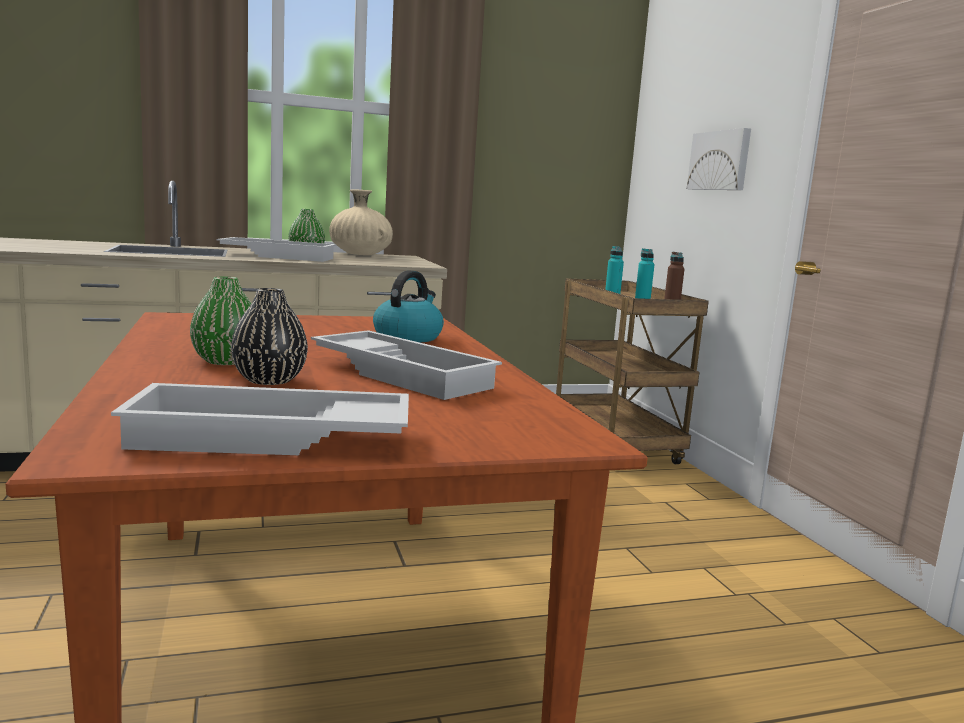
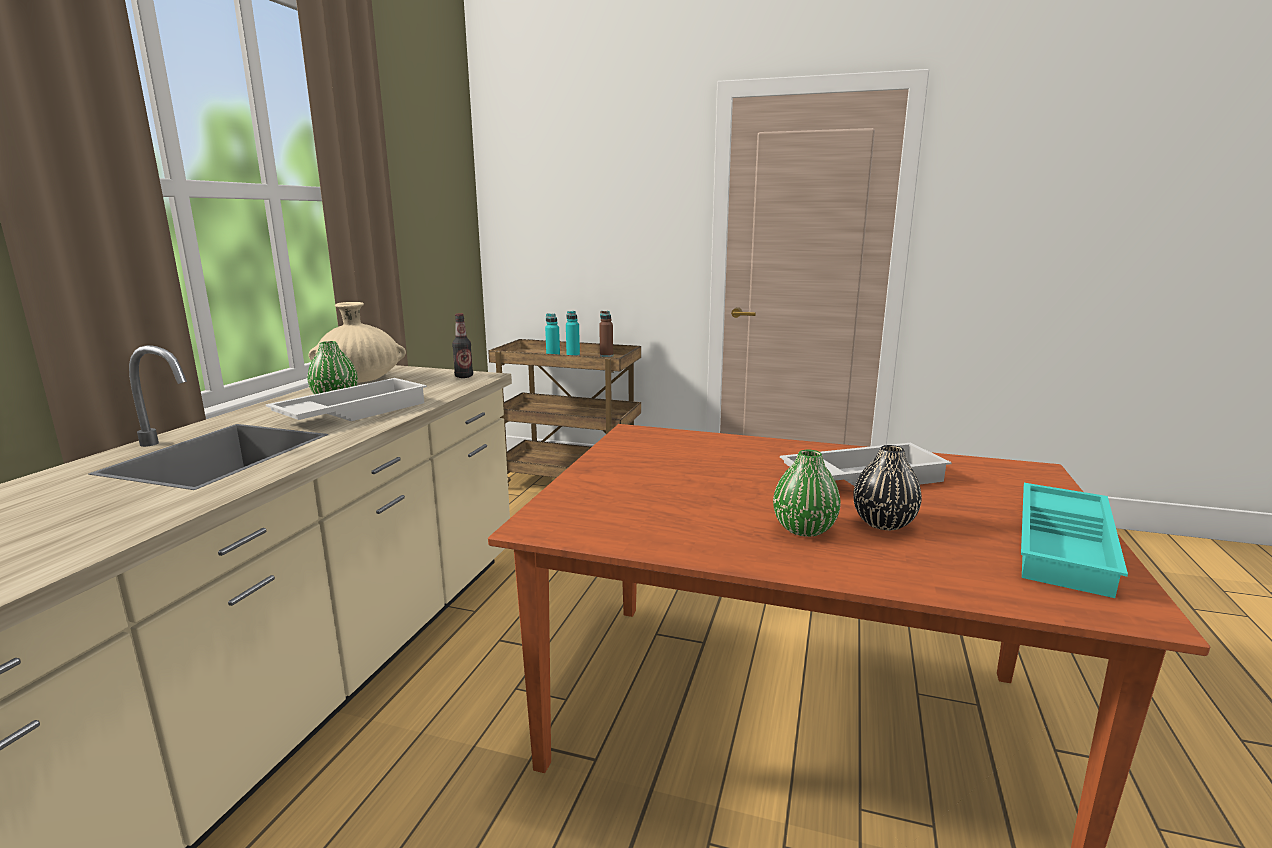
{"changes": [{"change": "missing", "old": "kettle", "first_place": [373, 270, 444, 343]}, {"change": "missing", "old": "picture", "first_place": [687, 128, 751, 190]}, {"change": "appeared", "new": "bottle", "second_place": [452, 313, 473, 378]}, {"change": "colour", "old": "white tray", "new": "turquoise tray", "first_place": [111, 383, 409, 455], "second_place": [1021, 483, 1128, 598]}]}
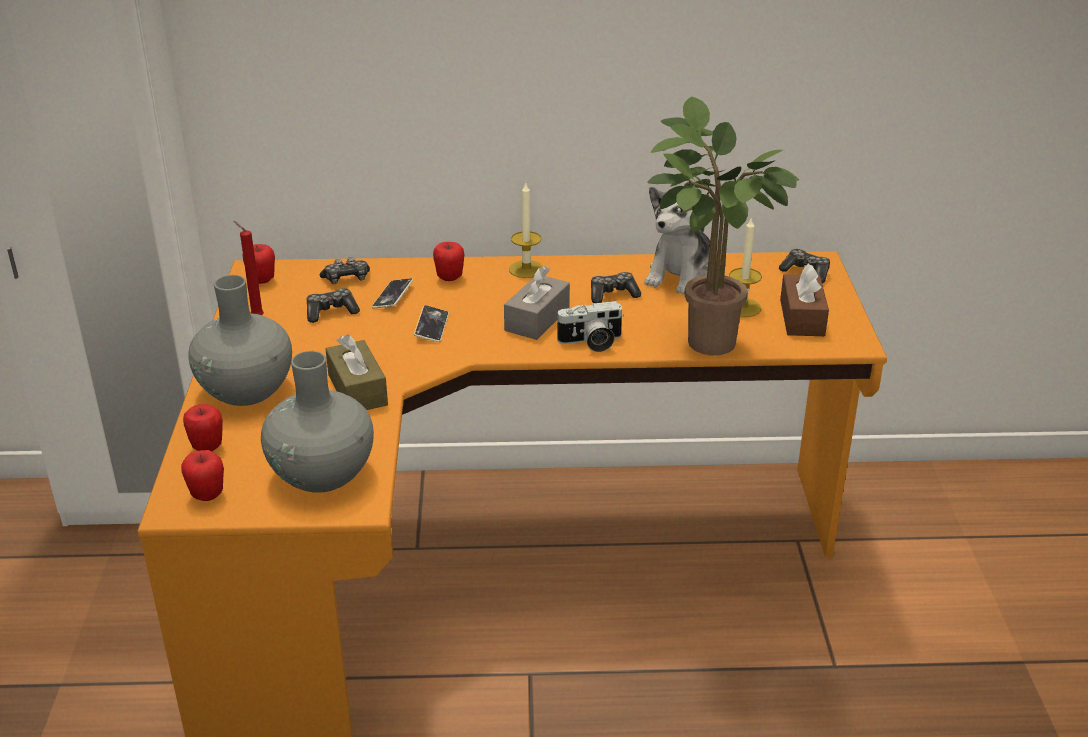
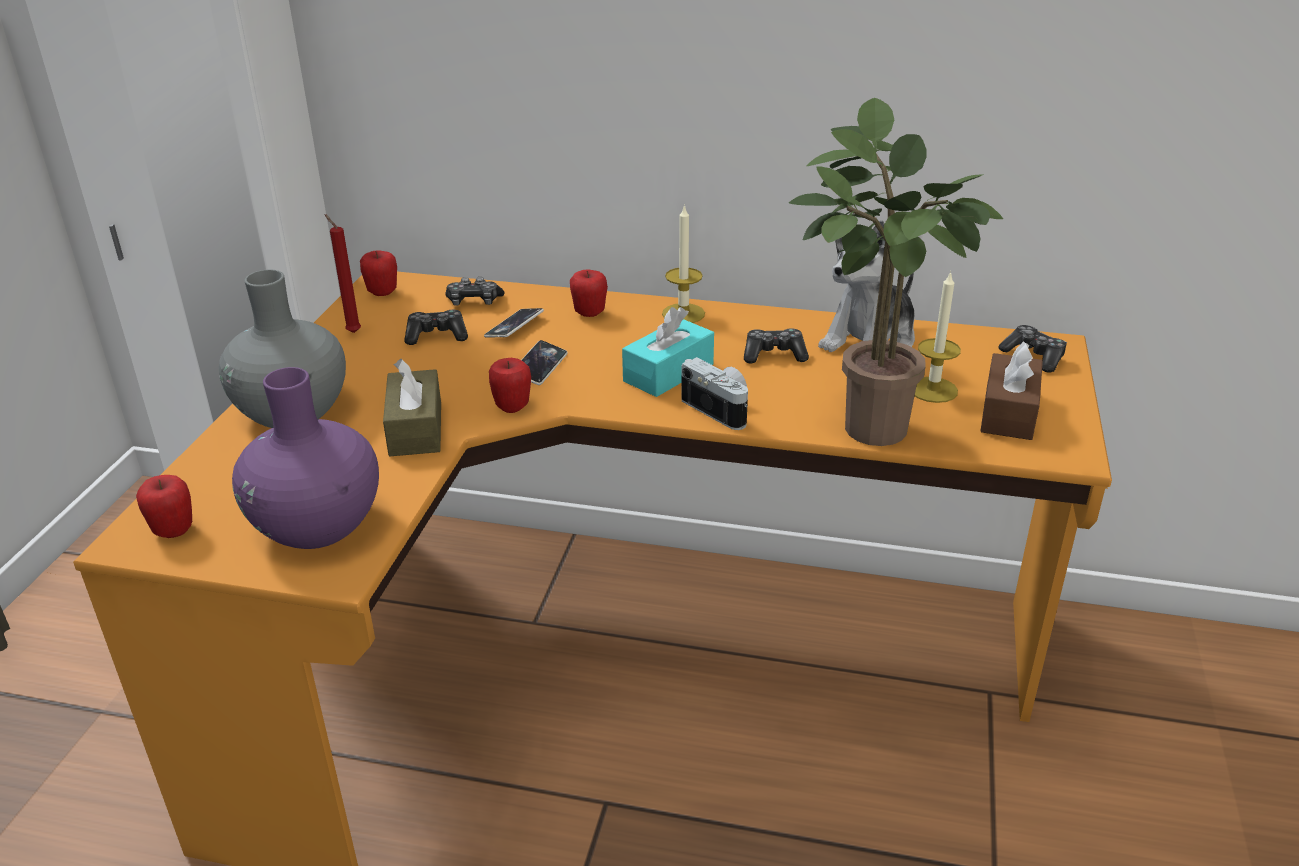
{"changes": [{"change": "relocated", "old": "apple", "first_place": [183, 404, 223, 451], "second_place": [489, 358, 531, 413]}, {"change": "colour", "old": "grey vase", "new": "purple vase", "first_place": [261, 351, 374, 493], "second_place": [232, 367, 379, 549]}, {"change": "colour", "old": "grey tissue box", "new": "turquoise tissue box", "first_place": [504, 266, 570, 340], "second_place": [622, 307, 714, 397]}, {"change": "spun", "old": "photo camera", "first_place": [555, 301, 624, 352], "second_place": [681, 357, 748, 430], "degrees": -135}]}
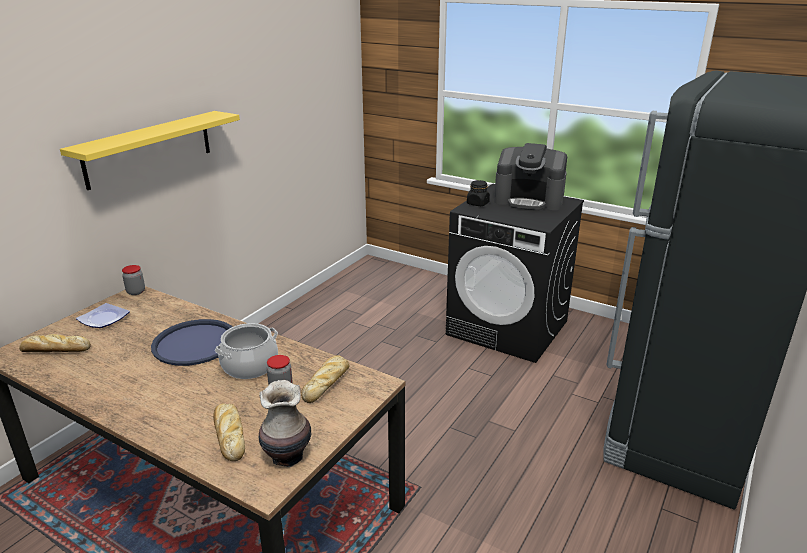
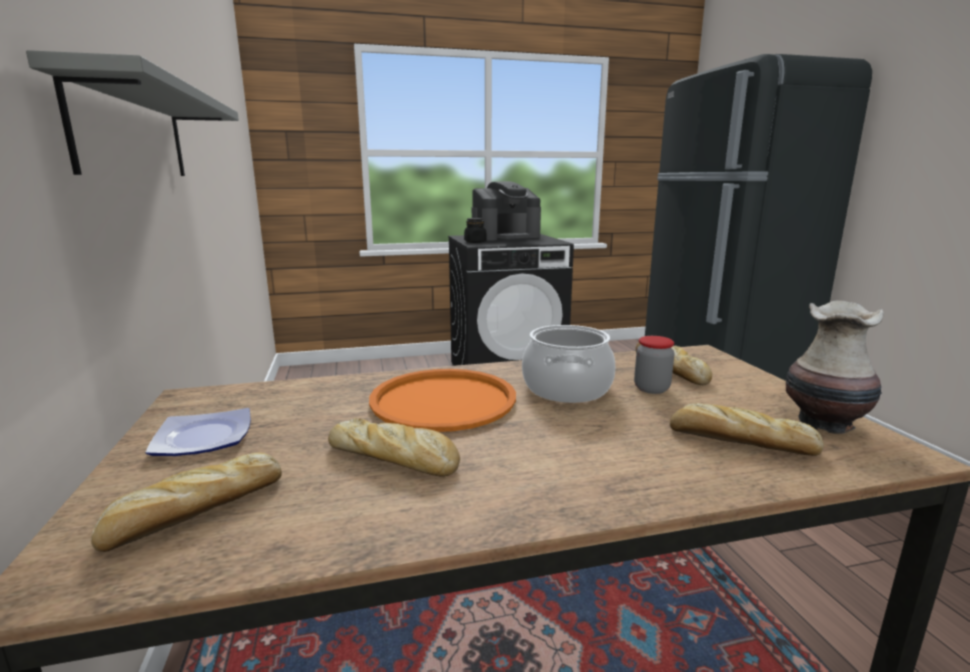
{"changes": [{"change": "missing", "old": "jar", "first_place": [122, 265, 145, 295]}, {"change": "appeared", "new": "bread", "second_place": [328, 418, 460, 476]}, {"change": "colour", "old": "yellow shelf", "new": "grey shelf", "first_place": [60, 111, 240, 190], "second_place": [26, 50, 239, 176]}, {"change": "colour", "old": "blue tray", "new": "orange tray", "first_place": [151, 319, 233, 366], "second_place": [369, 369, 516, 432]}]}
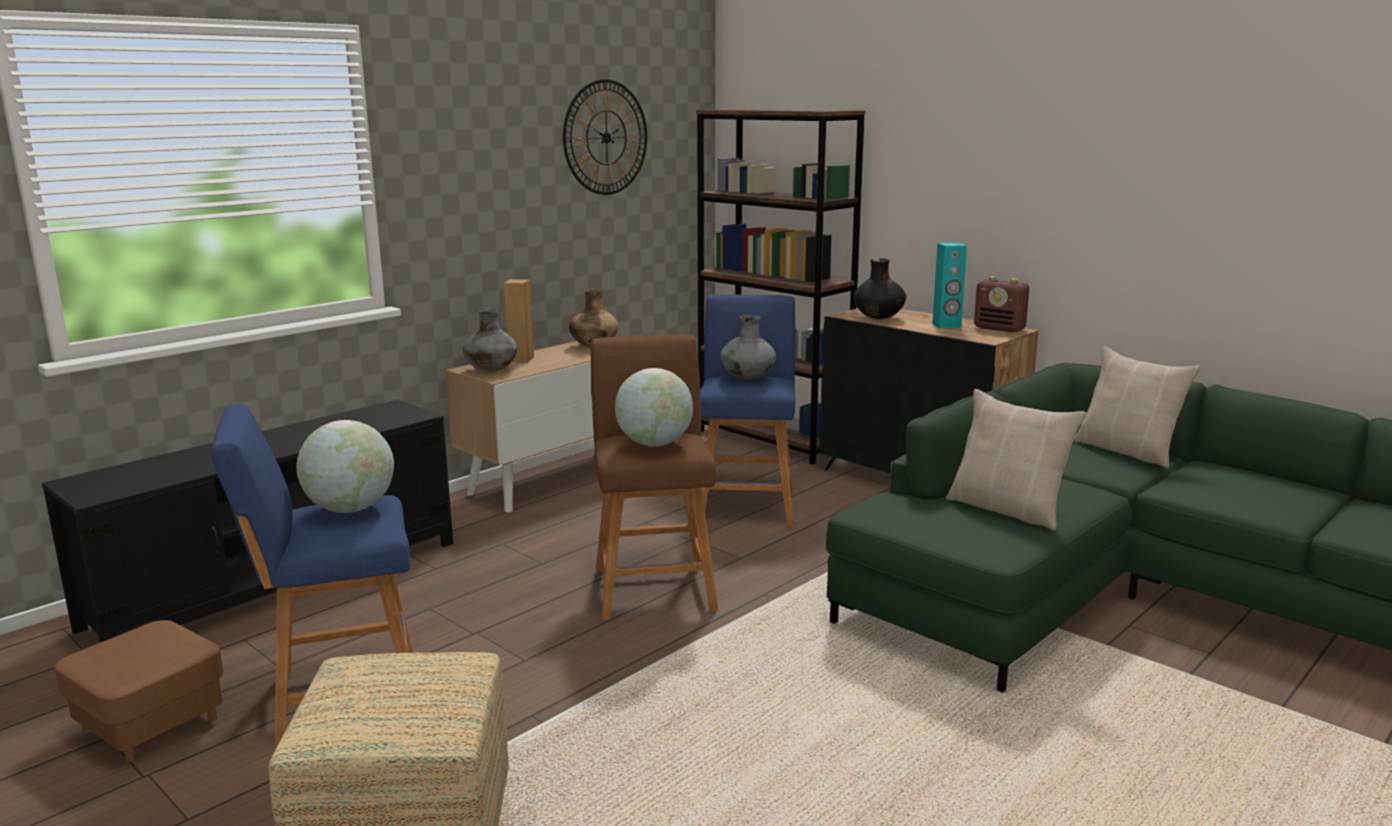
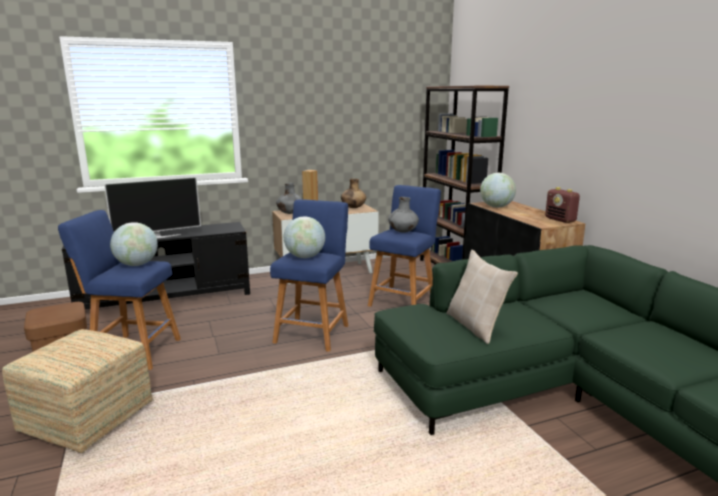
{"changes": [{"change": "missing", "old": "wall clock", "first_place": [563, 79, 647, 195]}, {"change": "missing", "old": "turquoise speaker", "first_place": [932, 243, 967, 328]}, {"change": "missing", "old": "beige pillow", "first_place": [1073, 347, 1201, 468]}, {"change": "appeared", "new": "television", "second_place": [104, 177, 201, 239]}, {"change": "exchanged", "old": "black vase", "new": "globe", "first_place": [854, 258, 906, 319], "second_place": [480, 173, 516, 208]}, {"change": "colour", "old": "brown stool", "new": "blue stool", "first_place": [590, 335, 718, 620], "second_place": [270, 199, 349, 352]}]}
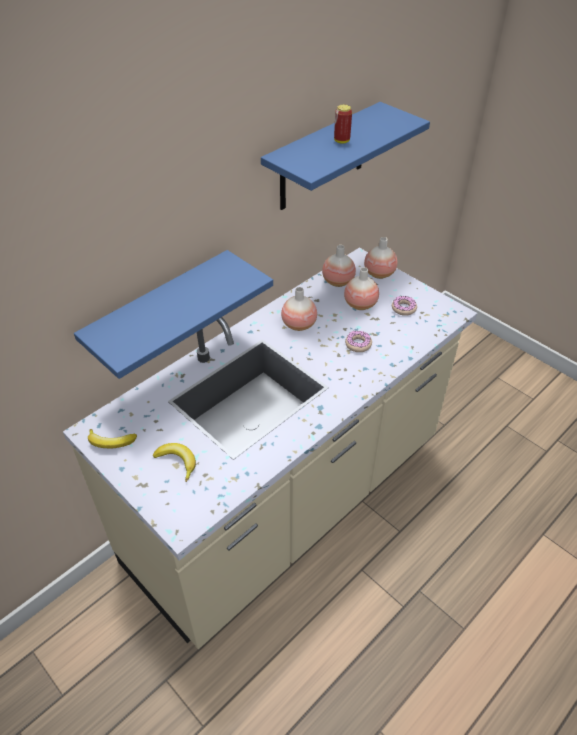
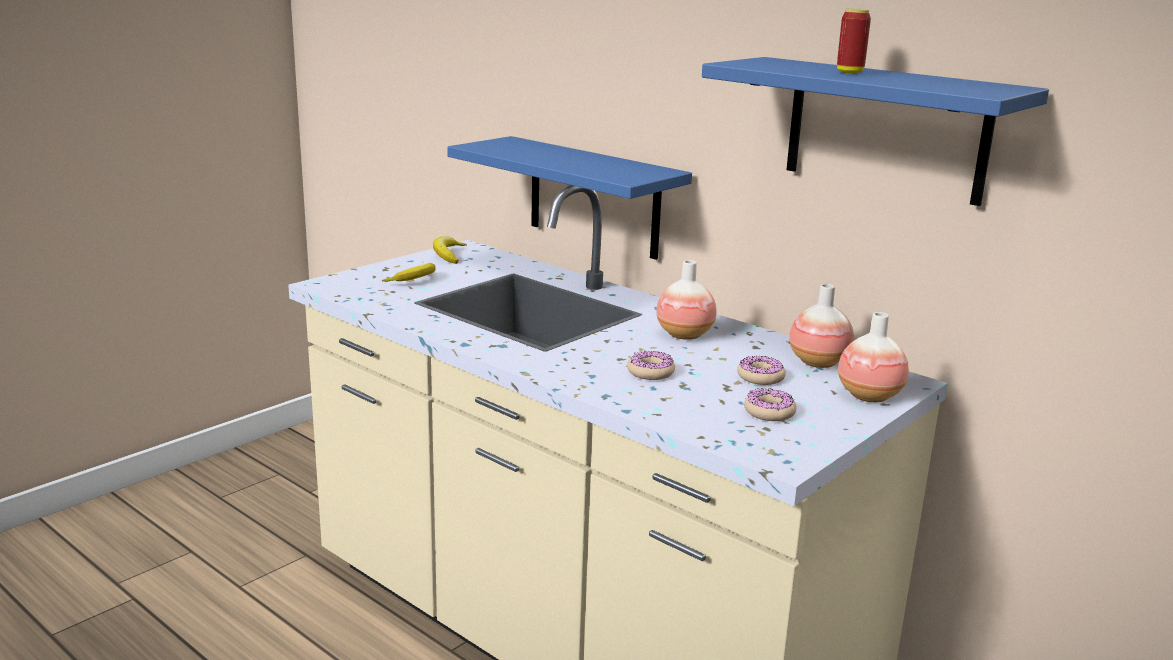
{"changes": [{"change": "exchanged", "old": "vase", "new": "donut", "first_place": [344, 267, 379, 310], "second_place": [737, 356, 786, 385]}]}
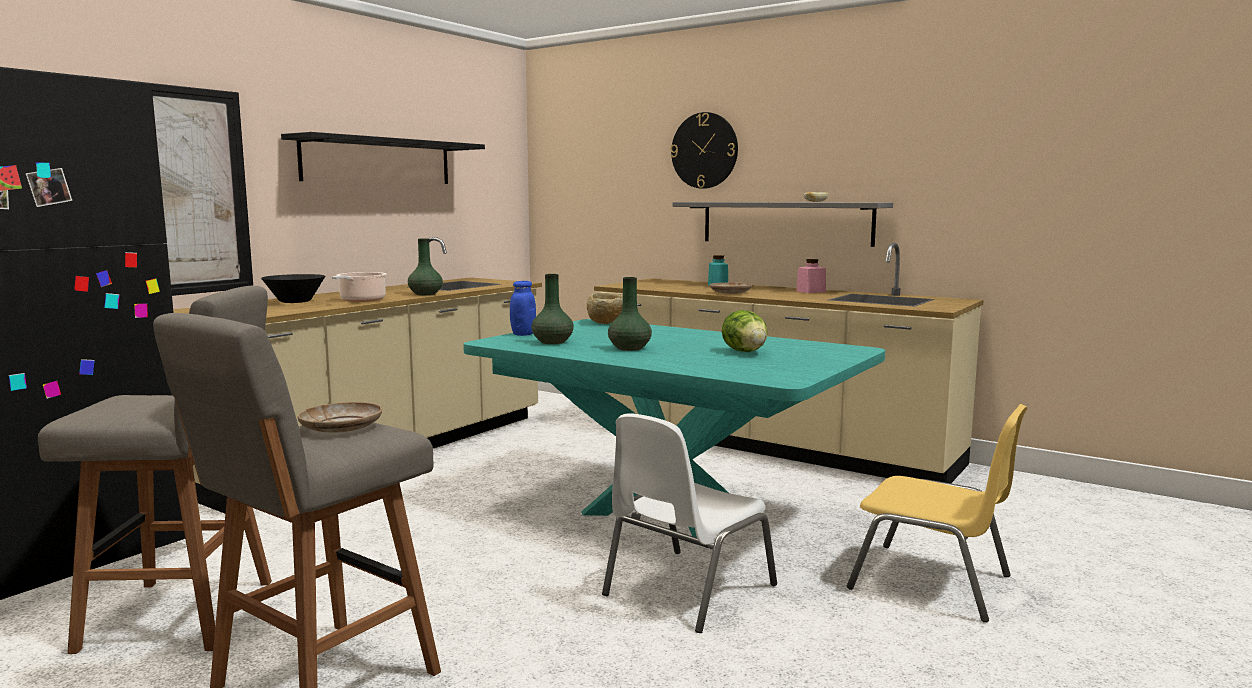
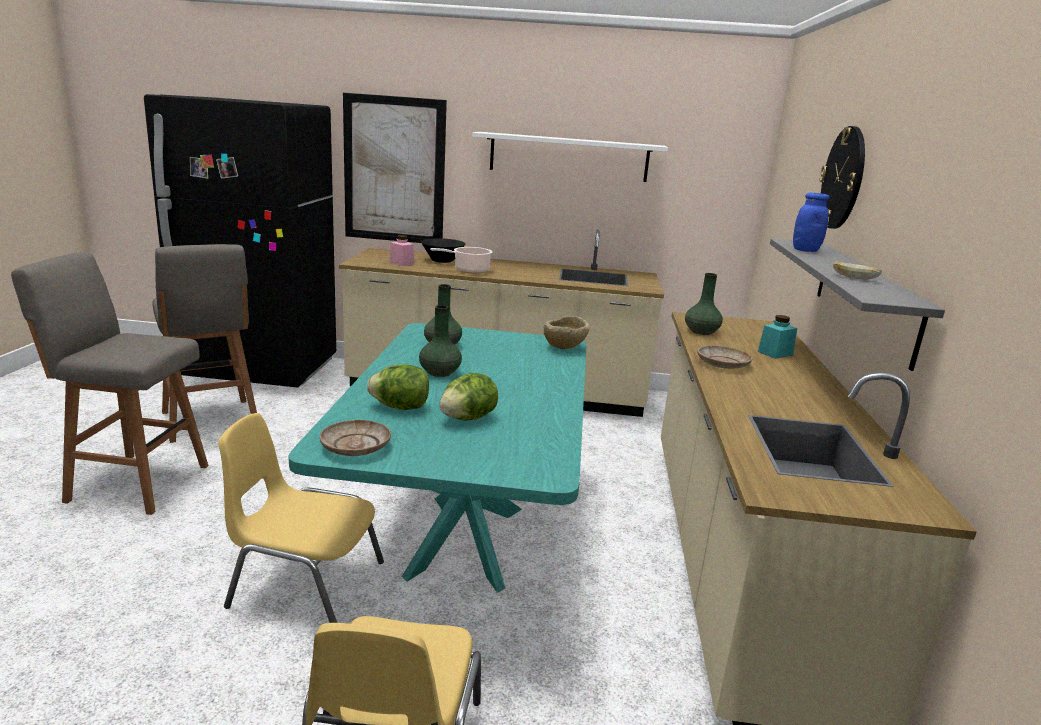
{"changes": [{"change": "appeared", "new": "lettuce", "second_place": [367, 365, 429, 410]}, {"change": "relocated", "old": "beige plate", "first_place": [298, 402, 382, 433], "second_place": [320, 420, 391, 456]}, {"change": "relocated", "old": "green vase", "first_place": [408, 238, 443, 295], "second_place": [685, 273, 723, 335]}, {"change": "relocated", "old": "blue jar", "first_place": [510, 281, 536, 336], "second_place": [793, 193, 829, 252]}, {"change": "relocated", "old": "pink jar", "first_place": [796, 259, 826, 293], "second_place": [390, 235, 414, 266]}, {"change": "colour", "old": "black shelf", "new": "white shelf", "first_place": [281, 132, 485, 184], "second_place": [472, 132, 668, 182]}, {"change": "colour", "old": "white chair", "new": "yellow chair", "first_place": [602, 413, 777, 633], "second_place": [218, 413, 384, 623]}]}
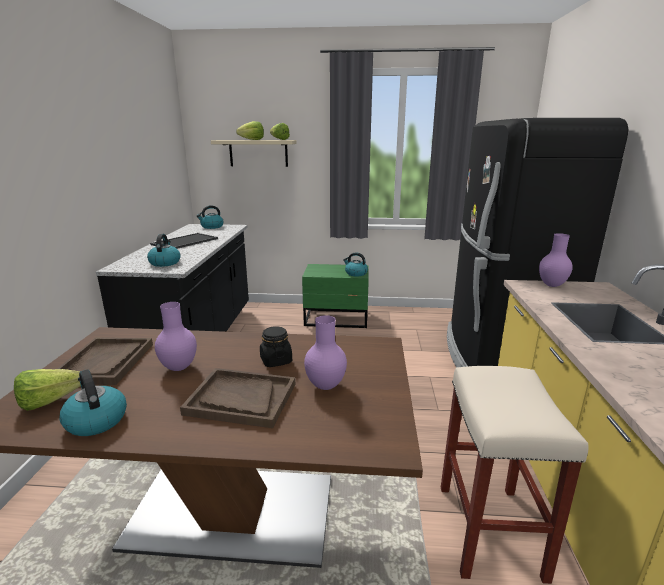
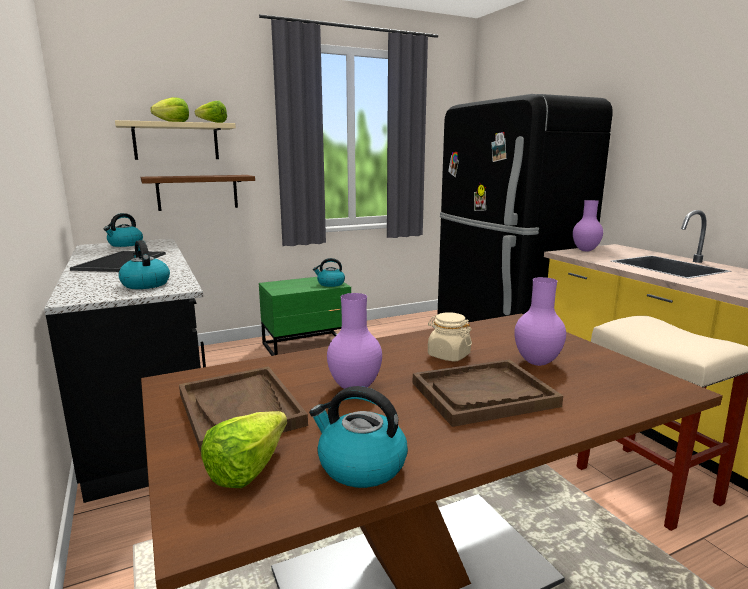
{"changes": [{"change": "appeared", "new": "brown shelf", "second_place": [141, 175, 255, 211]}, {"change": "colour", "old": "black jar", "new": "beige jar", "first_place": [260, 326, 292, 367], "second_place": [428, 312, 472, 362]}]}
